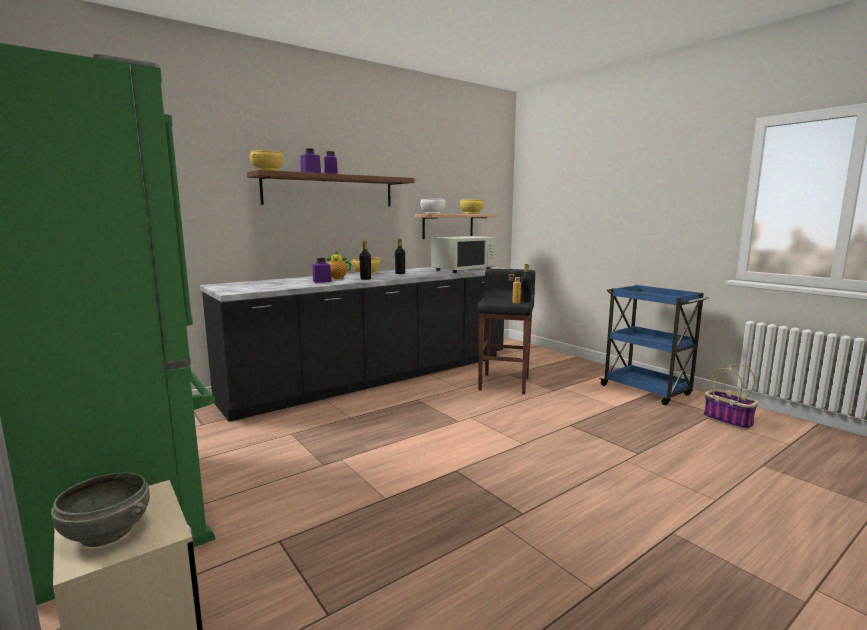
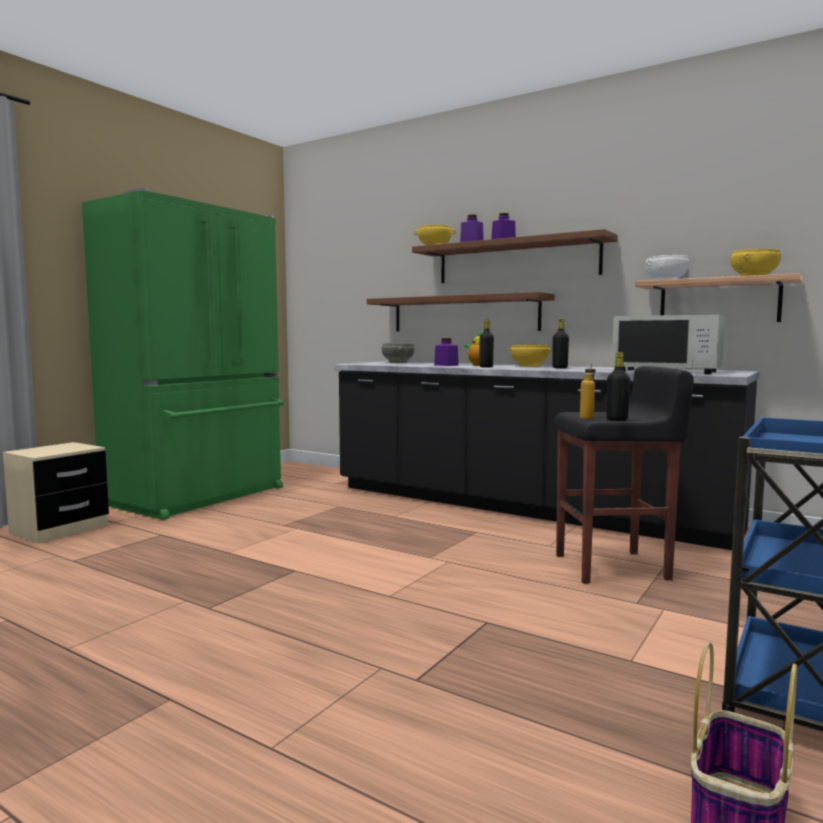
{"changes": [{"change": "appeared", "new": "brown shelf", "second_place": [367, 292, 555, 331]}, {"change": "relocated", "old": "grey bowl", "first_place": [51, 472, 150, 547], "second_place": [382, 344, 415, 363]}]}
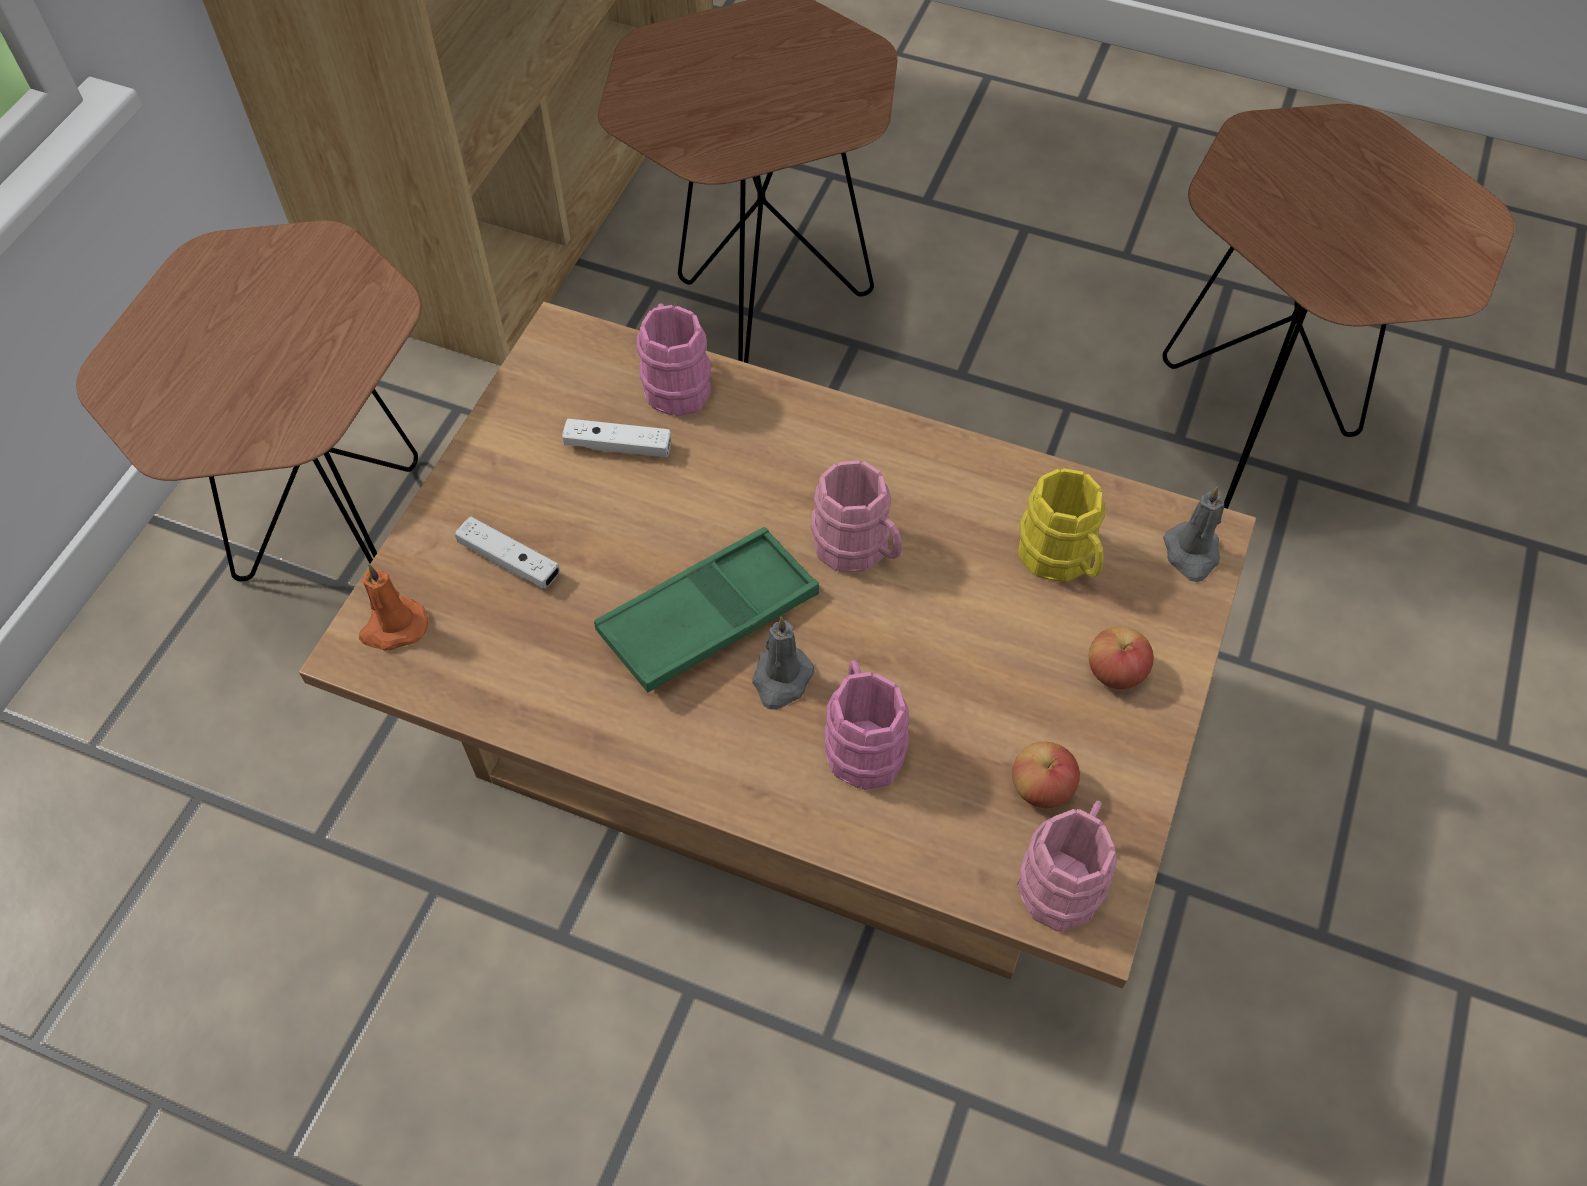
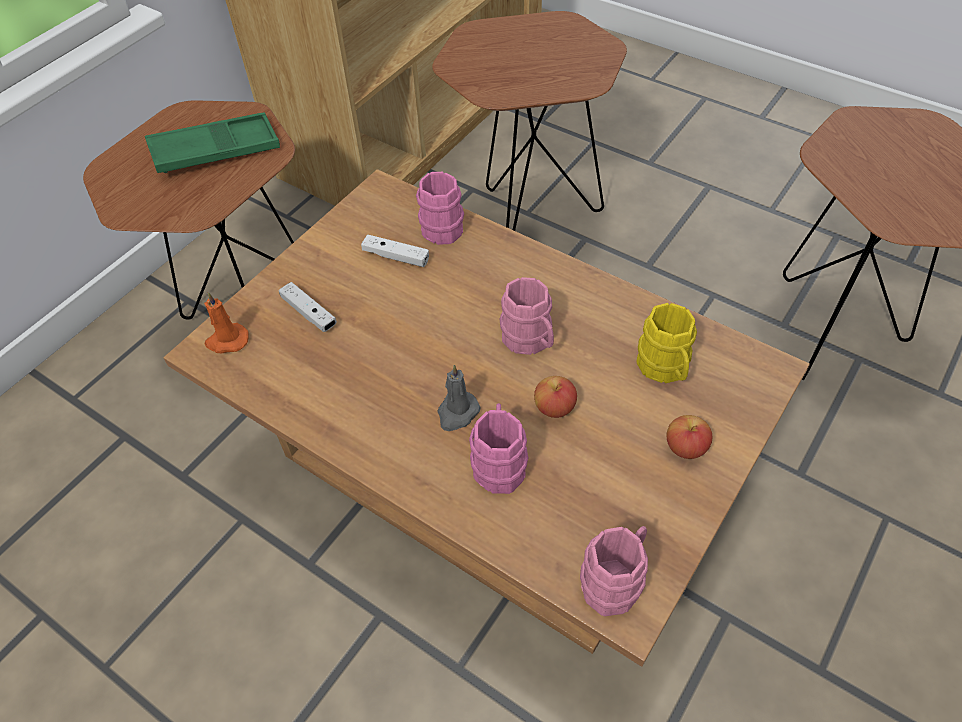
{"changes": [{"change": "missing", "old": "grey candle", "first_place": [1163, 486, 1224, 582]}, {"change": "relocated", "old": "green tray", "first_place": [594, 527, 819, 693], "second_place": [145, 112, 280, 173]}, {"change": "relocated", "old": "apple", "first_place": [1012, 742, 1080, 808], "second_place": [534, 376, 577, 418]}]}
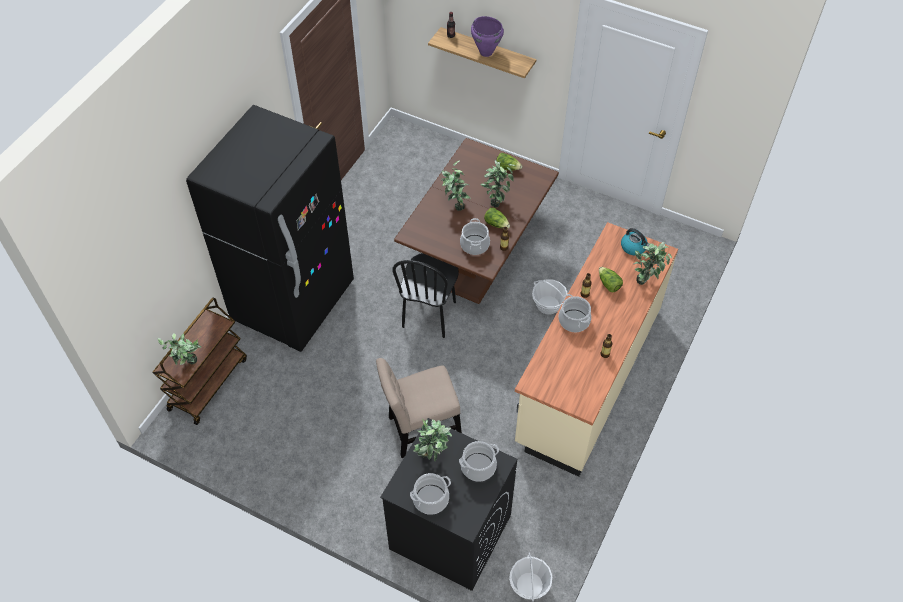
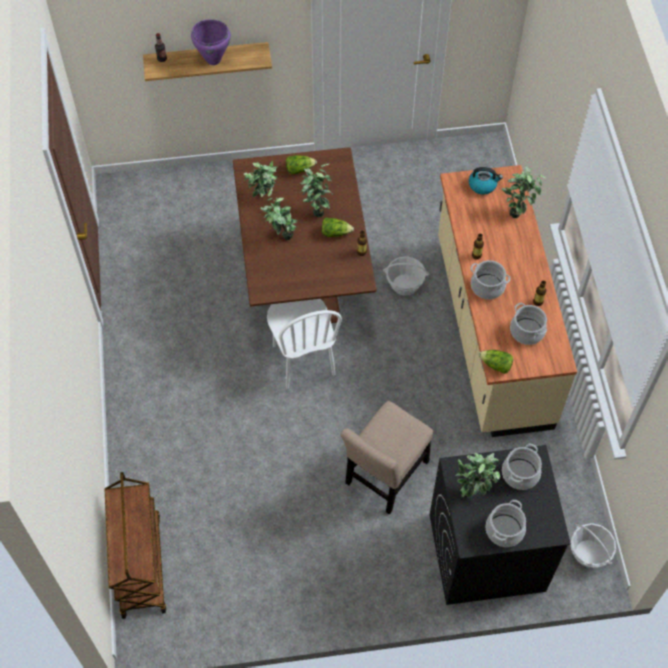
{"changes": [{"change": "missing", "old": "black fridge", "first_place": [186, 105, 354, 352]}, {"change": "relocated", "old": "potted plant", "first_place": [157, 333, 201, 365], "second_place": [244, 160, 277, 197]}, {"change": "relocated", "old": "cooking pot", "first_place": [460, 218, 490, 255], "second_place": [510, 303, 547, 345]}, {"change": "relocated", "old": "lettuce", "first_place": [599, 267, 623, 292], "second_place": [479, 350, 513, 374]}, {"change": "colour", "old": "black chair", "new": "white chair", "first_place": [392, 253, 459, 338], "second_place": [267, 299, 342, 389]}]}
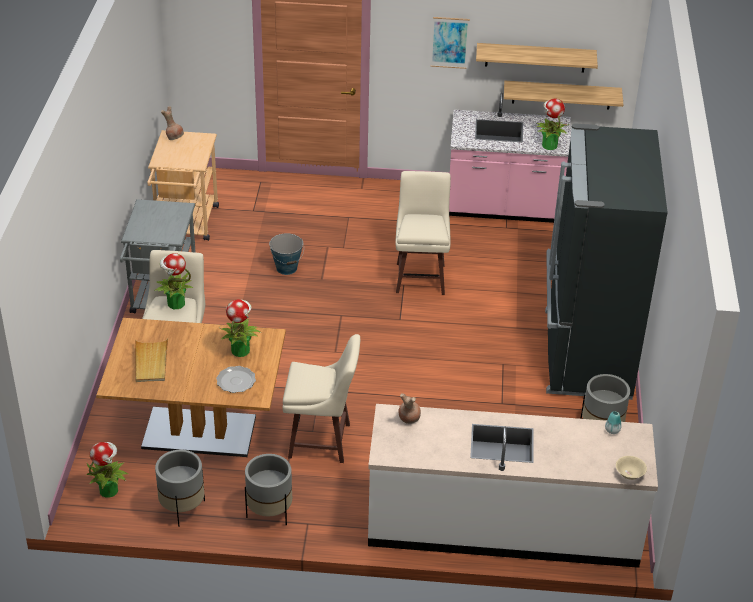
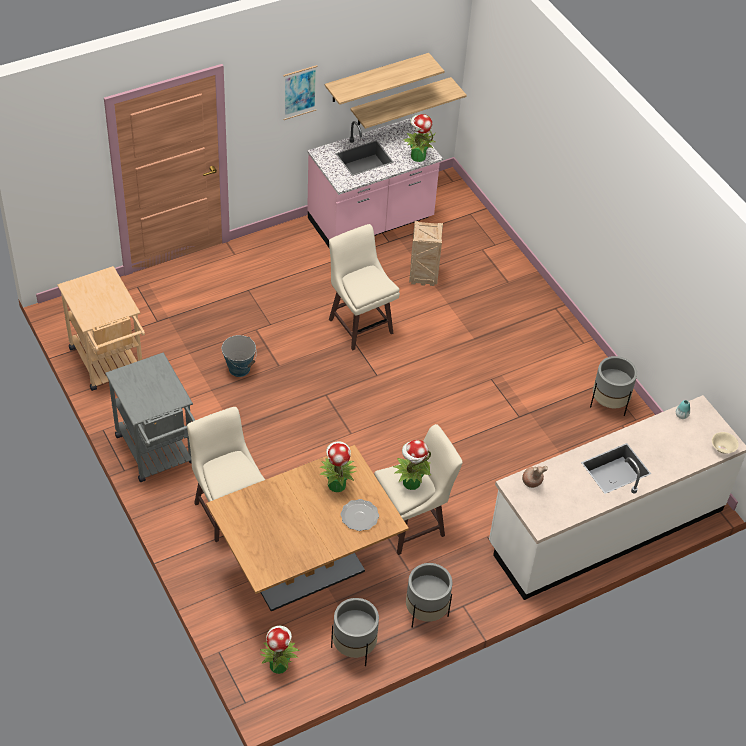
{"changes": [{"change": "missing", "old": "beige tray", "first_place": [135, 339, 168, 382]}, {"change": "missing", "old": "brown vase", "first_place": [161, 106, 184, 140]}, {"change": "missing", "old": "black fridge", "first_place": [545, 123, 668, 400]}, {"change": "appeared", "new": "crate", "second_place": [409, 221, 443, 286]}, {"change": "relocated", "old": "potted plant", "first_place": [154, 253, 193, 309], "second_place": [393, 440, 432, 490]}]}
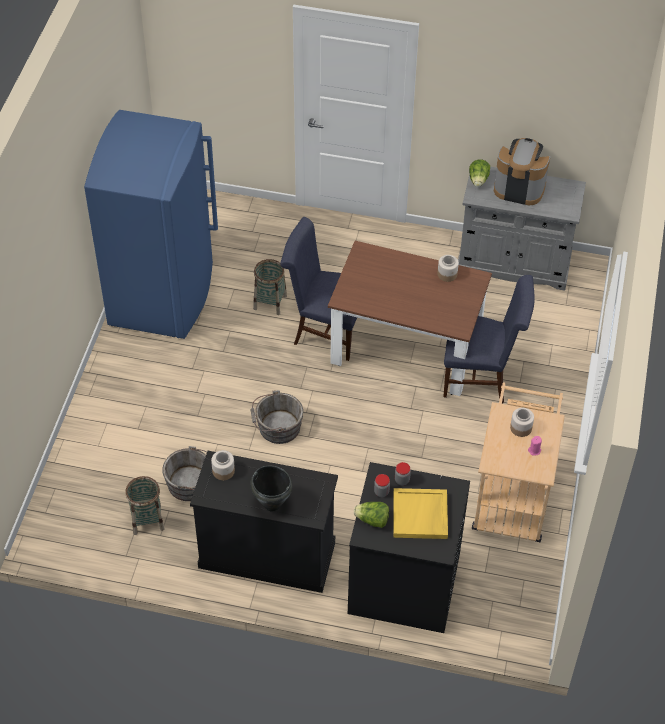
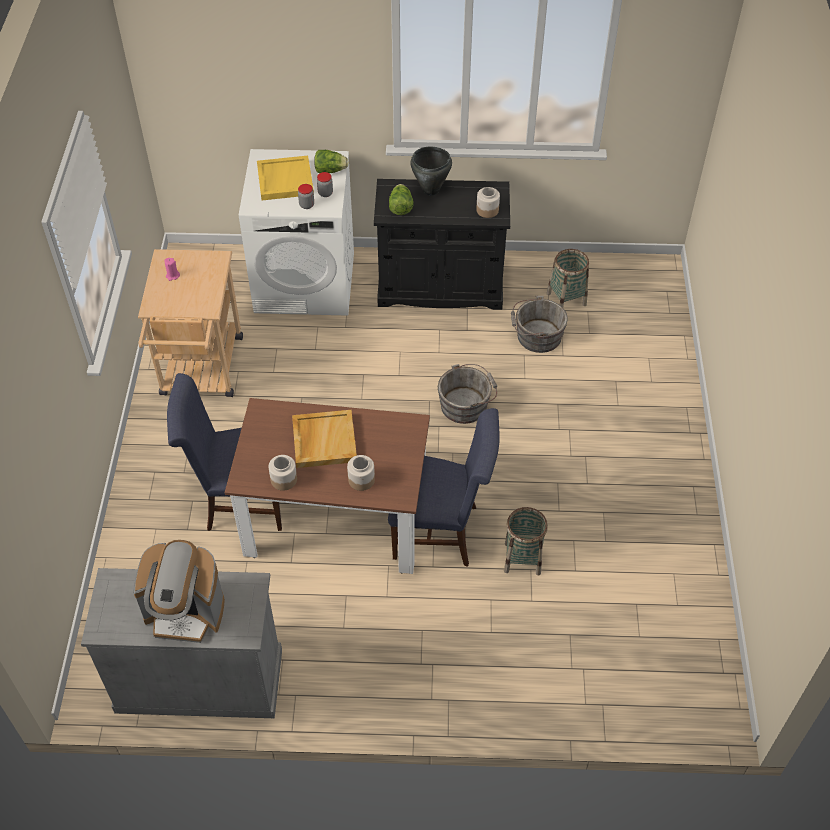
{"changes": [{"change": "missing", "old": "blue fridge", "first_place": [84, 110, 218, 339]}, {"change": "appeared", "new": "beige tray", "second_place": [292, 410, 357, 468]}, {"change": "relocated", "old": "lettuce", "first_place": [469, 159, 490, 187], "second_place": [389, 184, 414, 215]}, {"change": "relocated", "old": "jar", "first_place": [510, 408, 534, 437], "second_place": [347, 455, 375, 491]}, {"change": "colour", "old": "black washing machine", "new": "white washing machine", "first_place": [348, 462, 470, 633], "second_place": [239, 149, 354, 316]}]}
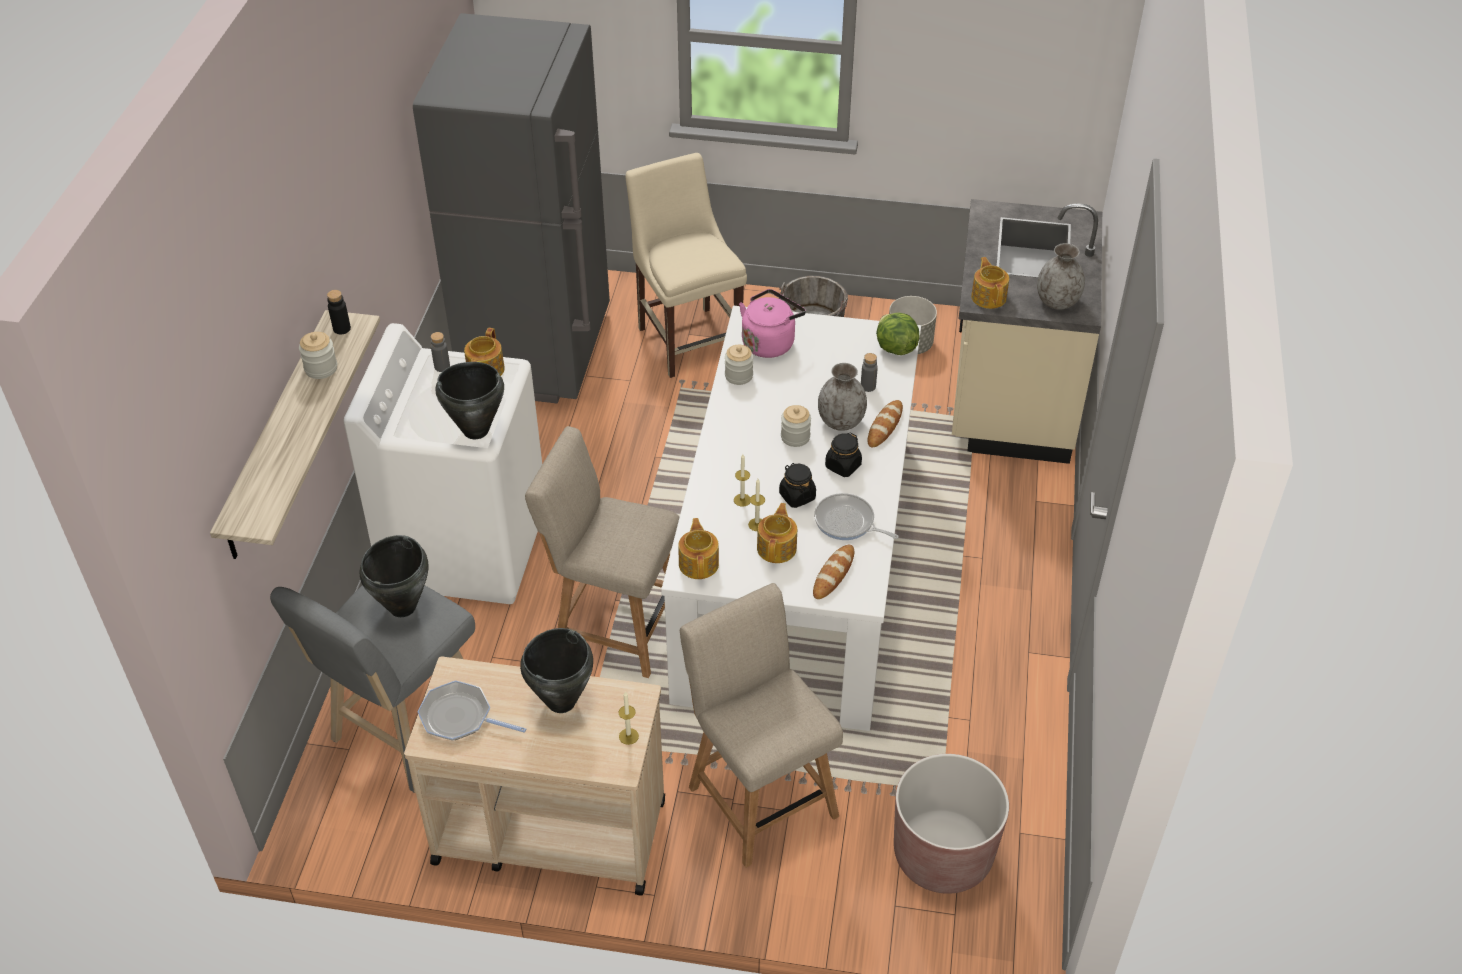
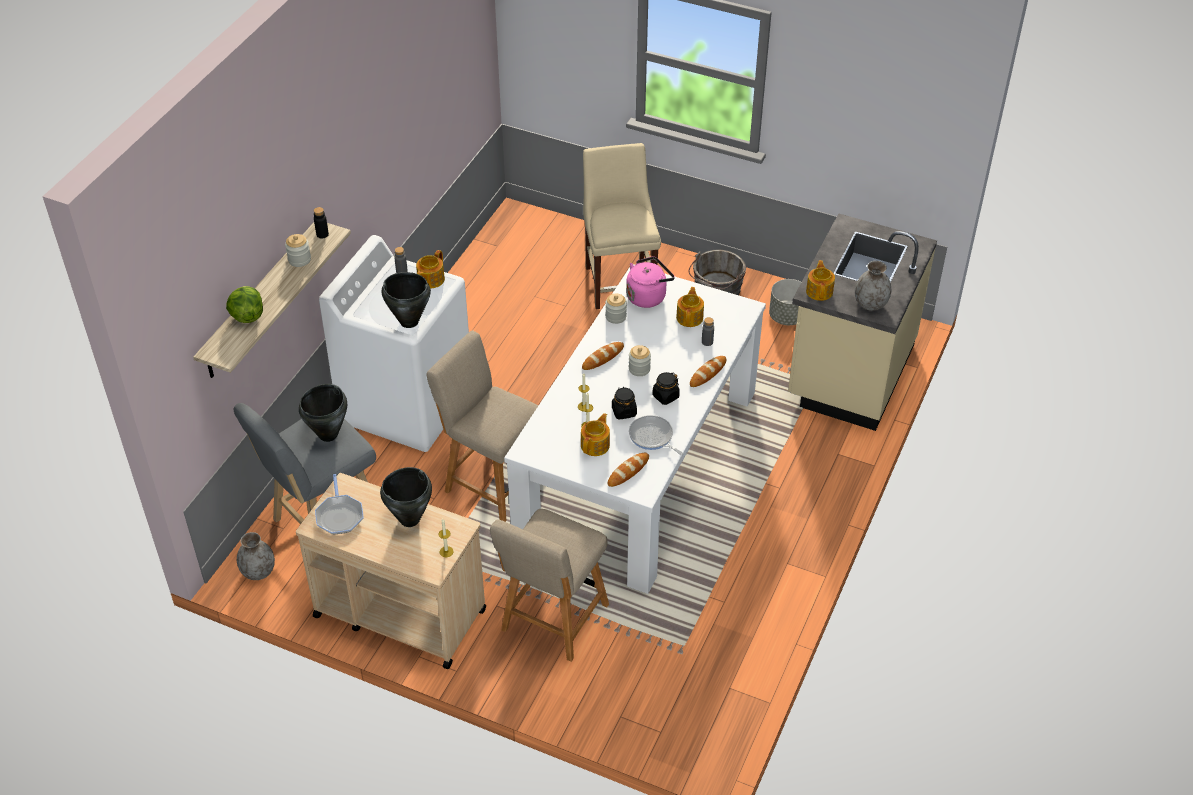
{"changes": [{"change": "missing", "old": "grey fridge", "first_place": [413, 13, 610, 403]}, {"change": "missing", "old": "brown planter", "first_place": [894, 754, 1009, 894]}, {"change": "appeared", "new": "bread", "second_place": [582, 342, 624, 370]}, {"change": "relocated", "old": "teapot", "first_place": [678, 518, 719, 579], "second_place": [676, 287, 704, 327]}, {"change": "relocated", "old": "grey vase", "first_place": [818, 363, 867, 431], "second_place": [237, 532, 275, 580]}, {"change": "relocated", "old": "lettuce", "first_place": [876, 313, 920, 355], "second_place": [226, 286, 263, 323]}, {"change": "spun", "old": "frying pan", "first_place": [417, 680, 526, 741], "second_place": [315, 474, 364, 534], "degrees": -135}, {"change": "spun", "old": "beige chair", "first_place": [680, 583, 843, 868], "second_place": [490, 509, 609, 662], "degrees": -135}]}
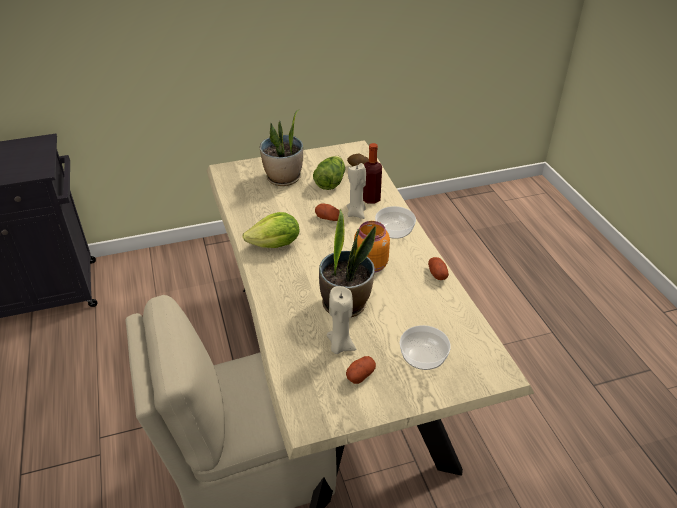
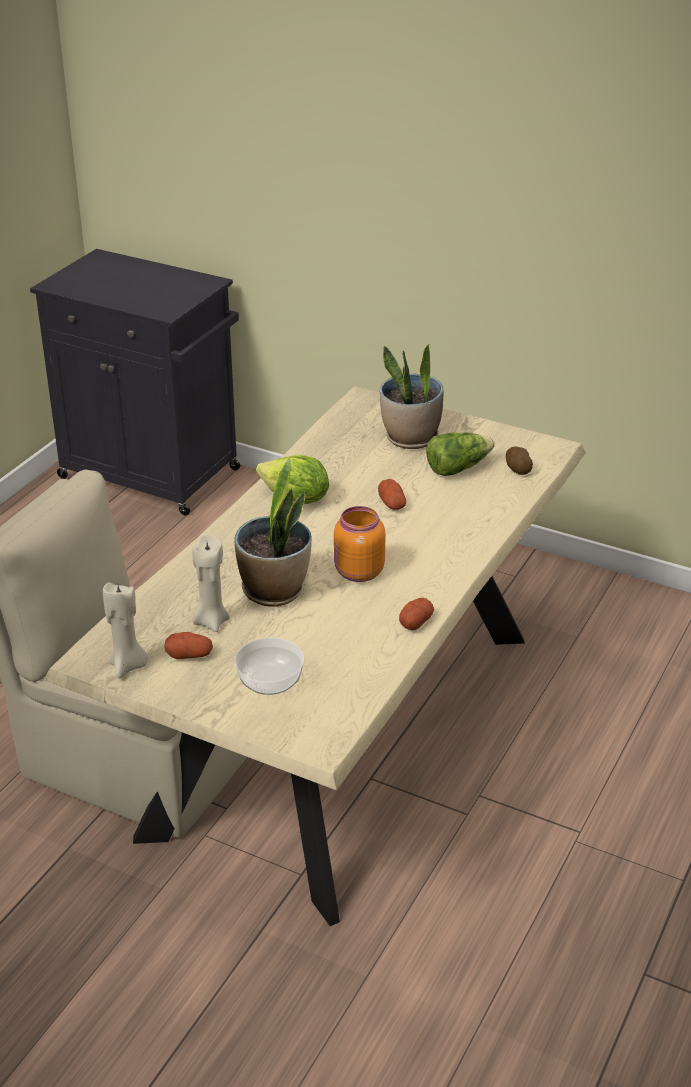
{"changes": [{"change": "missing", "old": "bottle", "first_place": [363, 143, 382, 204]}, {"change": "missing", "old": "bowl", "first_place": [375, 206, 416, 239]}, {"change": "relocated", "old": "beige candle", "first_place": [347, 163, 366, 219], "second_place": [103, 583, 148, 678]}]}
